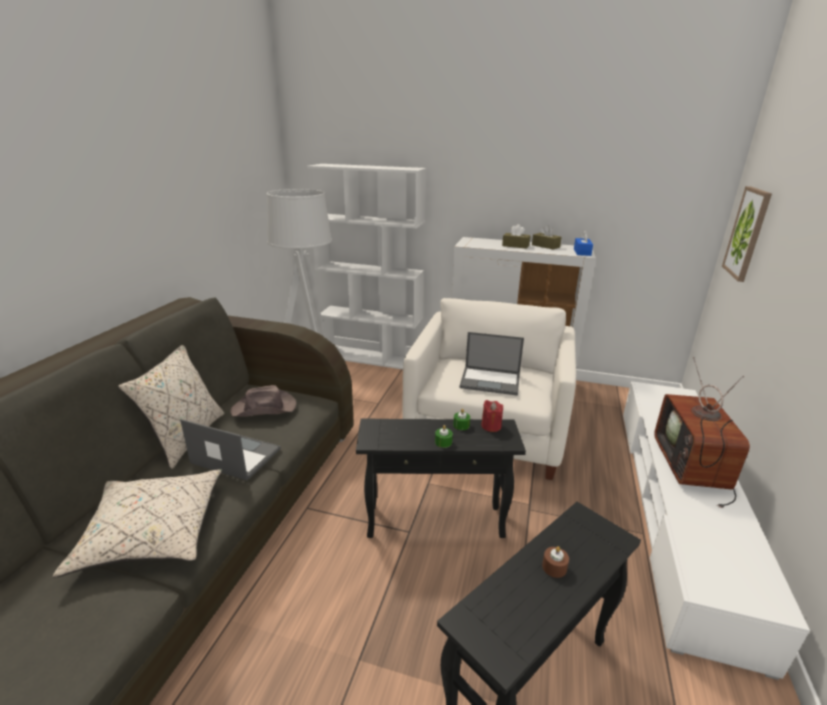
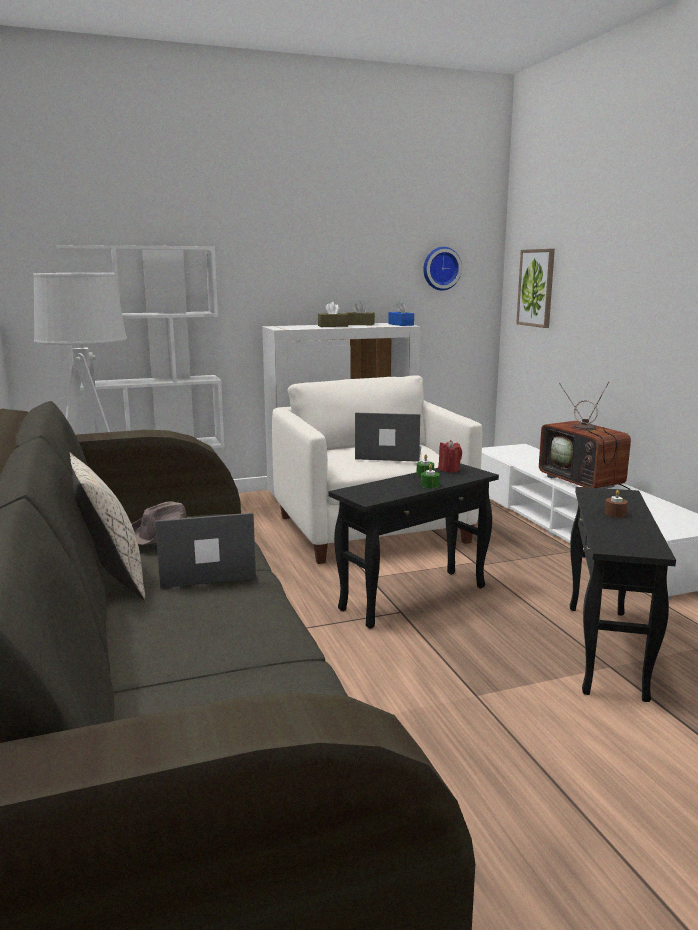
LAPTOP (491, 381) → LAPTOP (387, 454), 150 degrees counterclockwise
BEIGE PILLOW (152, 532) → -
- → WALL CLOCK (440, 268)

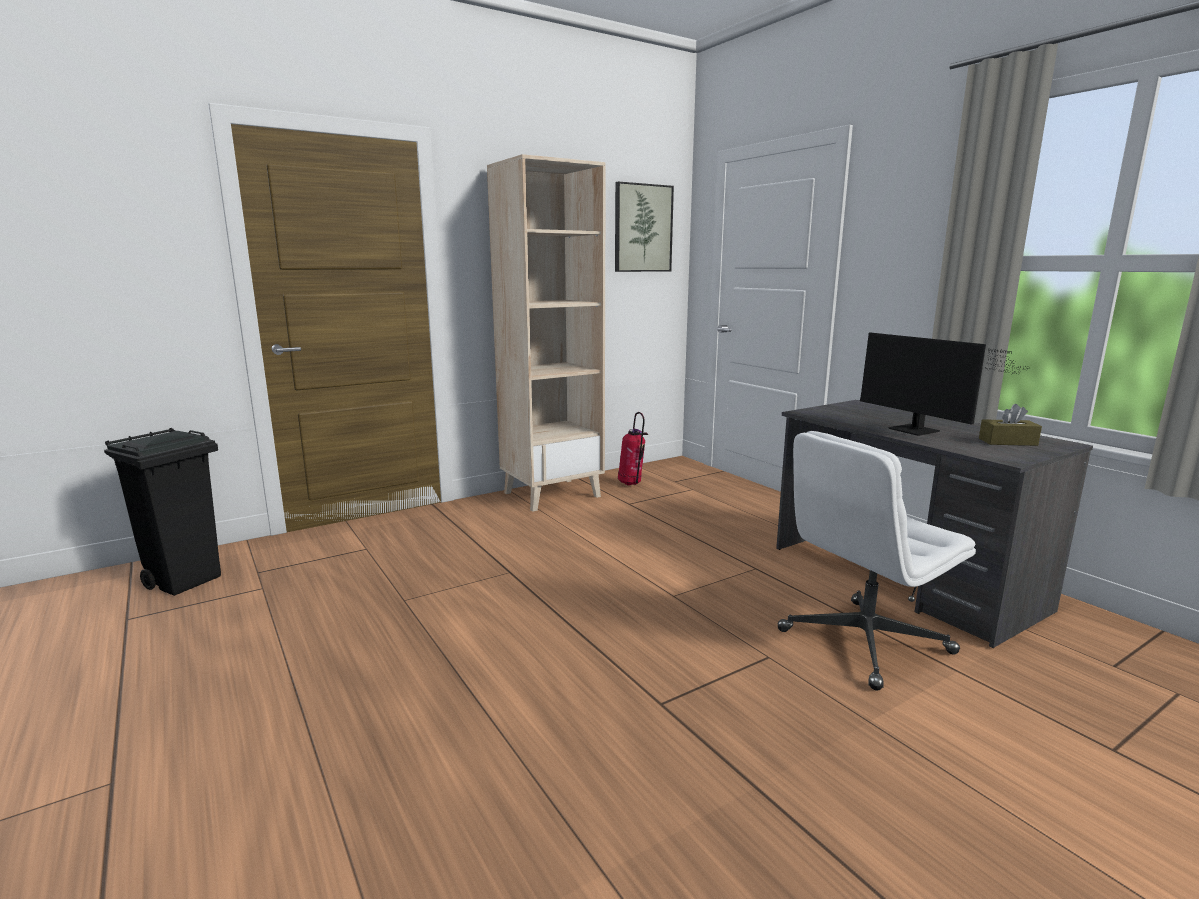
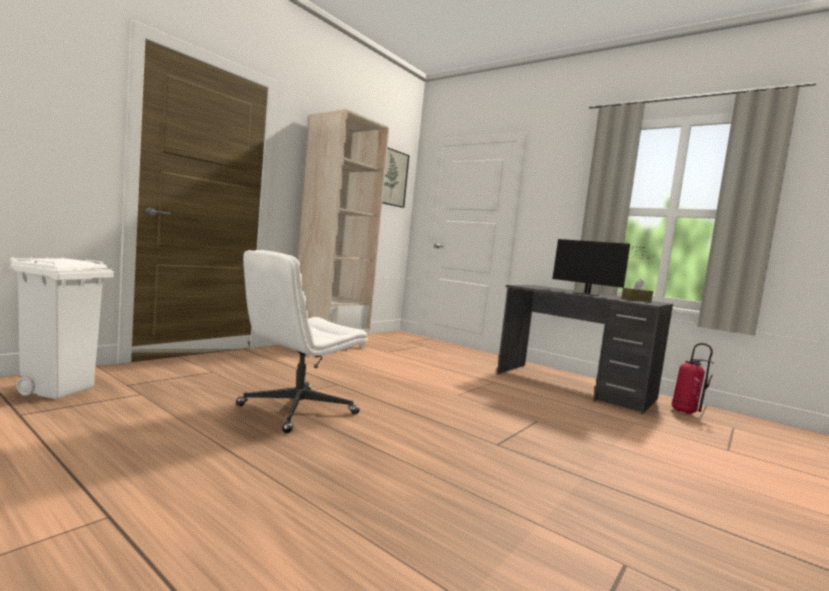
FIRE EXTINGUISHER (631, 484) → FIRE EXTINGUISHER (685, 412), relocated
BLACK TRASH CAN (186, 581) → WHITE TRASH CAN (60, 390)
WHITE OFFICE CHAIR (863, 643) → WHITE OFFICE CHAIR (296, 410), relocated

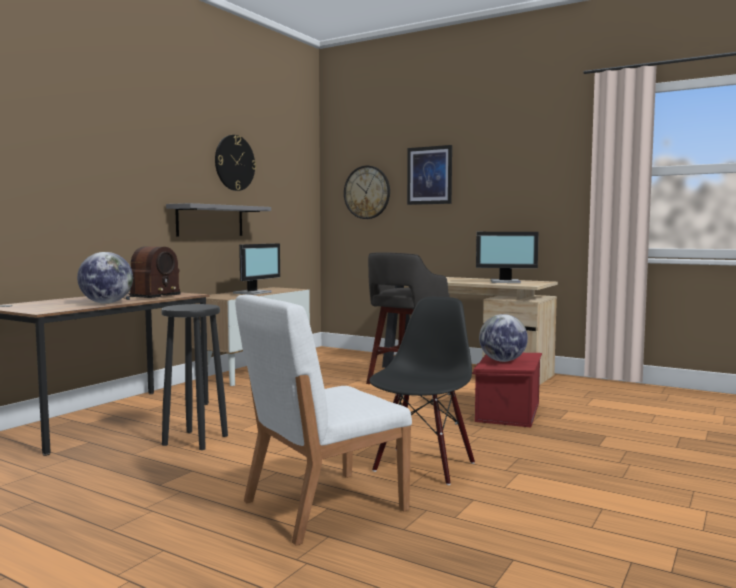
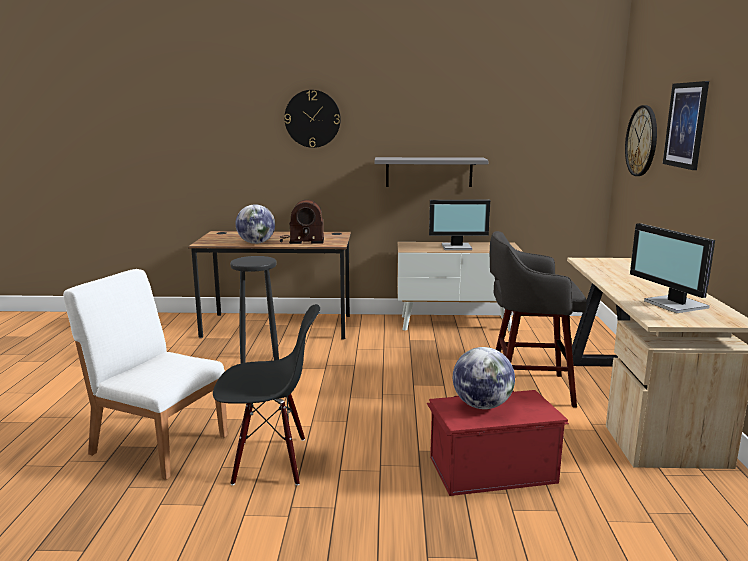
WALL CLOCK (234, 163) → WALL CLOCK (312, 119), relocated

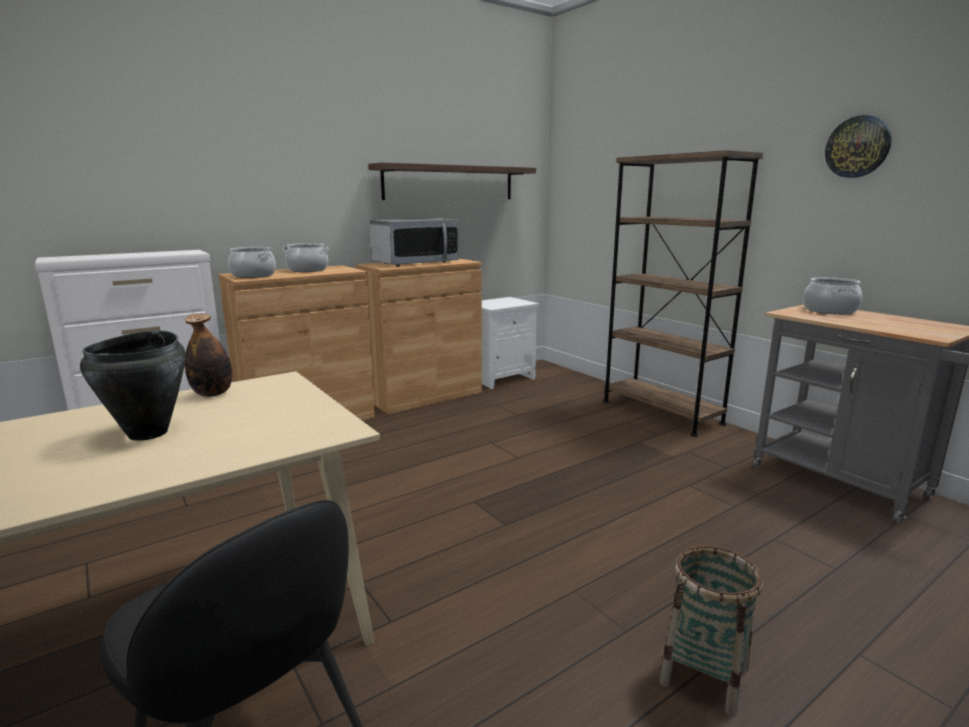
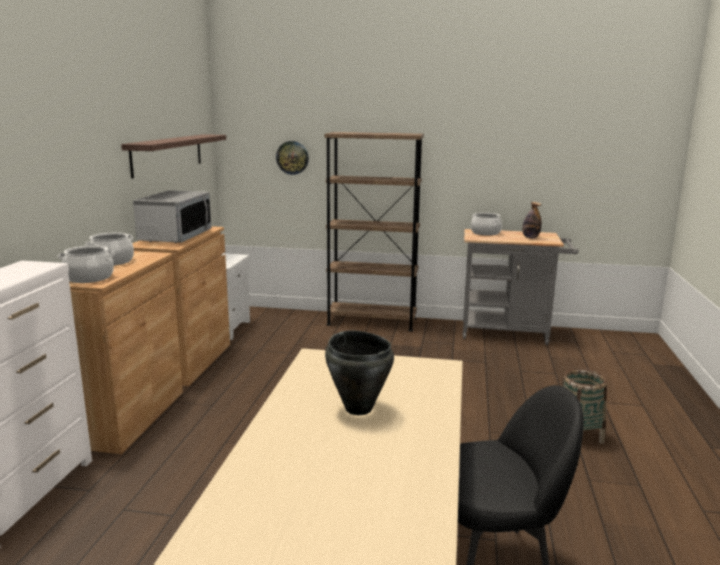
WALL CLOCK (857, 147) → WALL CLOCK (292, 157), relocated
BOTTLE (212, 394) → BOTTLE (530, 237), relocated

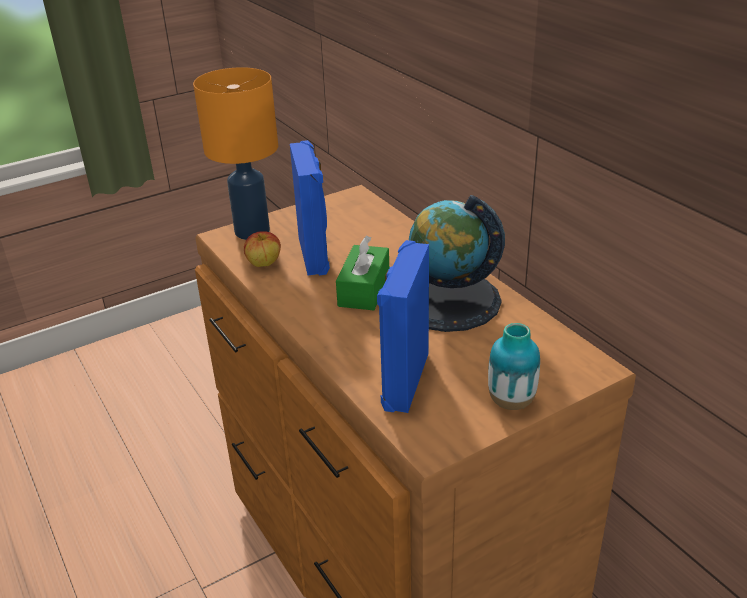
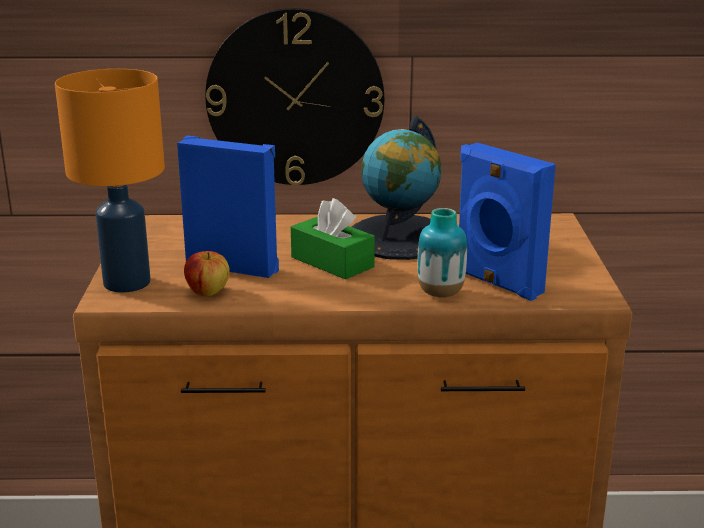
VASE (511, 401) → VASE (440, 293), relocated
- → WALL CLOCK (295, 98)

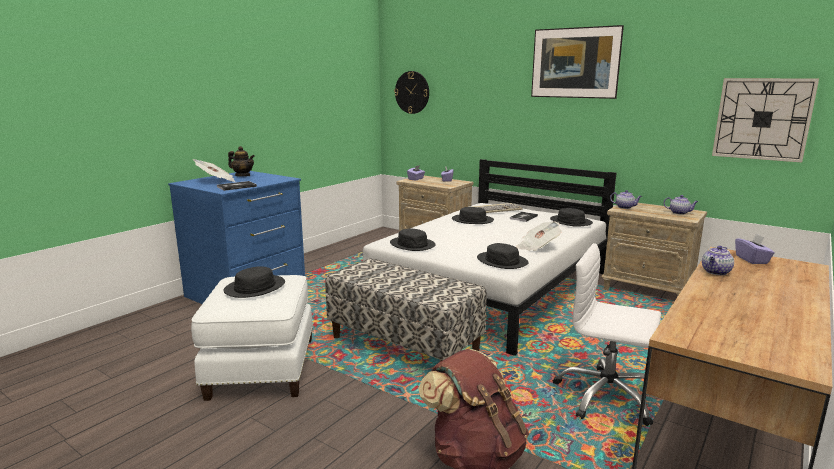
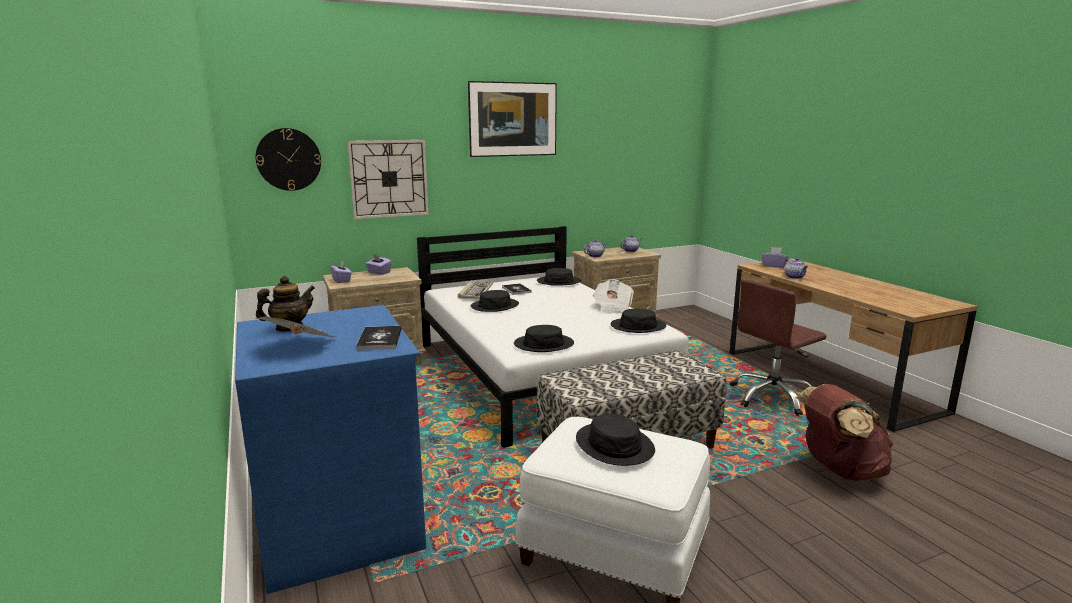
WALL CLOCK (762, 119) → WALL CLOCK (389, 178), relocated
WHITE OFFICE CHAIR (606, 396) → BROWN OFFICE CHAIR (772, 397)

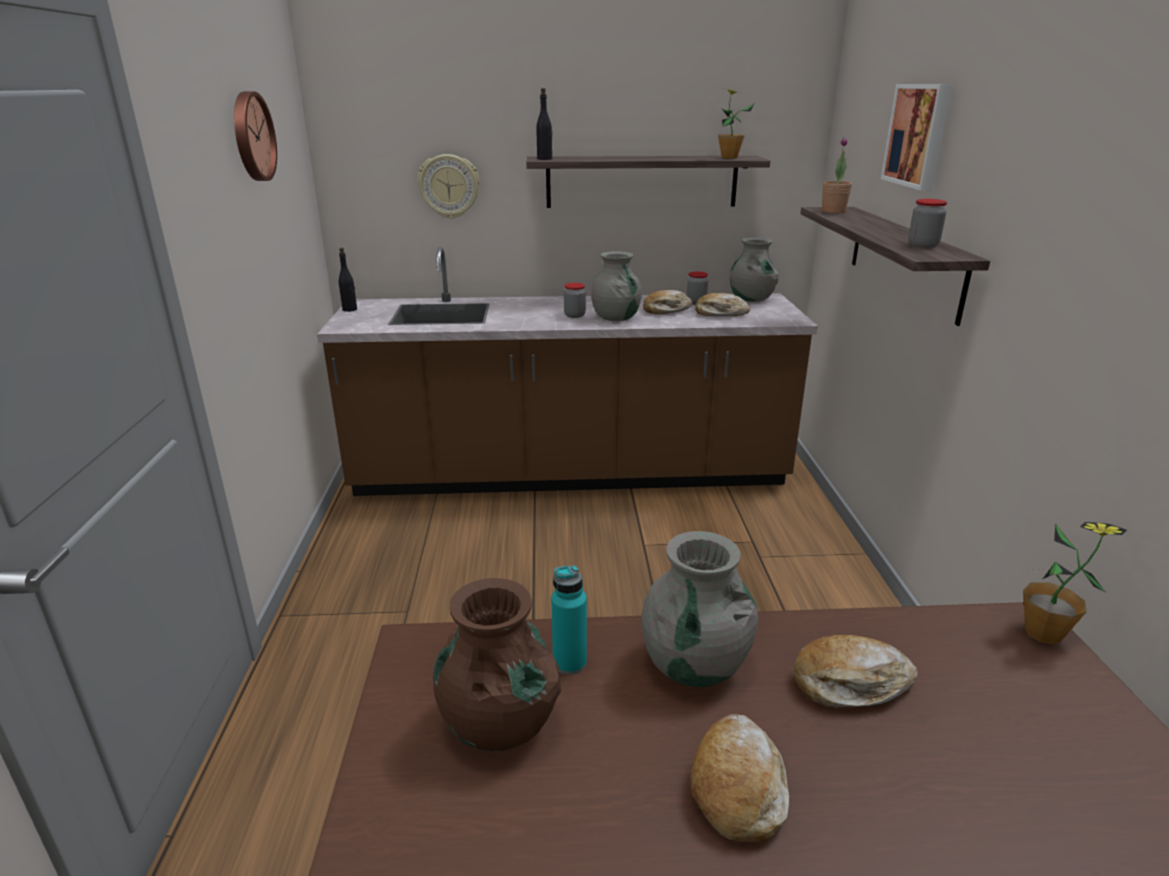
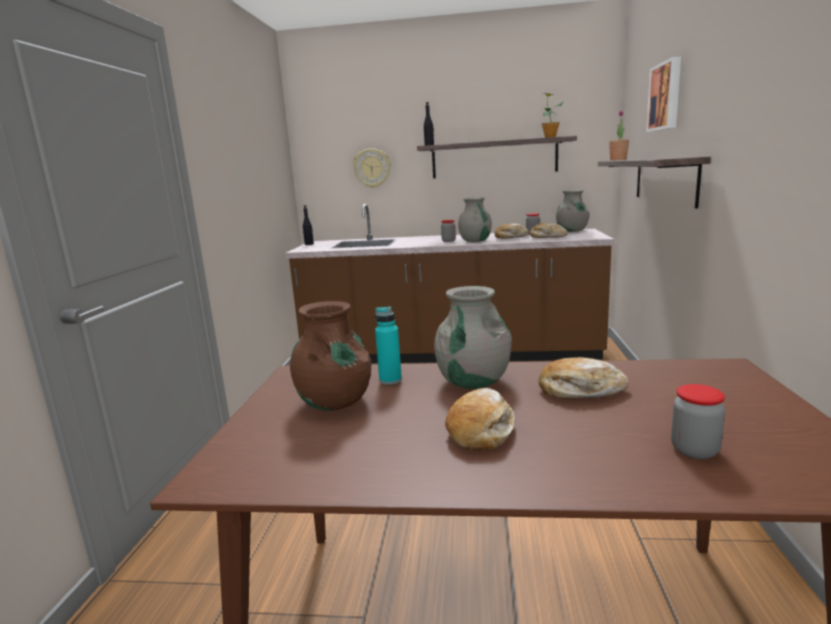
WALL CLOCK (251, 137) → -
JAR (923, 245) → JAR (694, 450), relocated
POTTED PLANT (1043, 633) → -

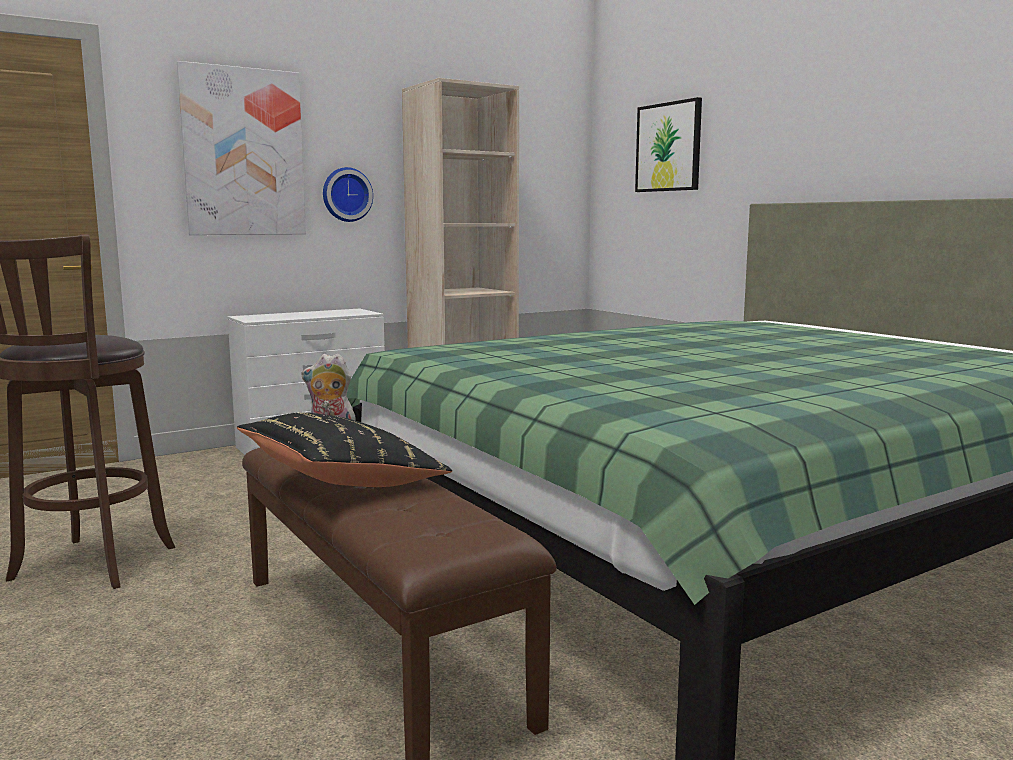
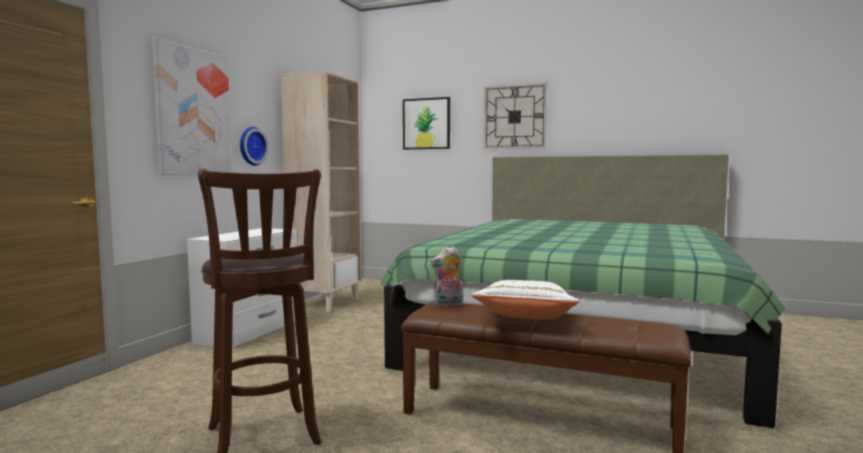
BLACK PILLOW (343, 482) → WHITE PILLOW (526, 320)
- → WALL CLOCK (514, 117)

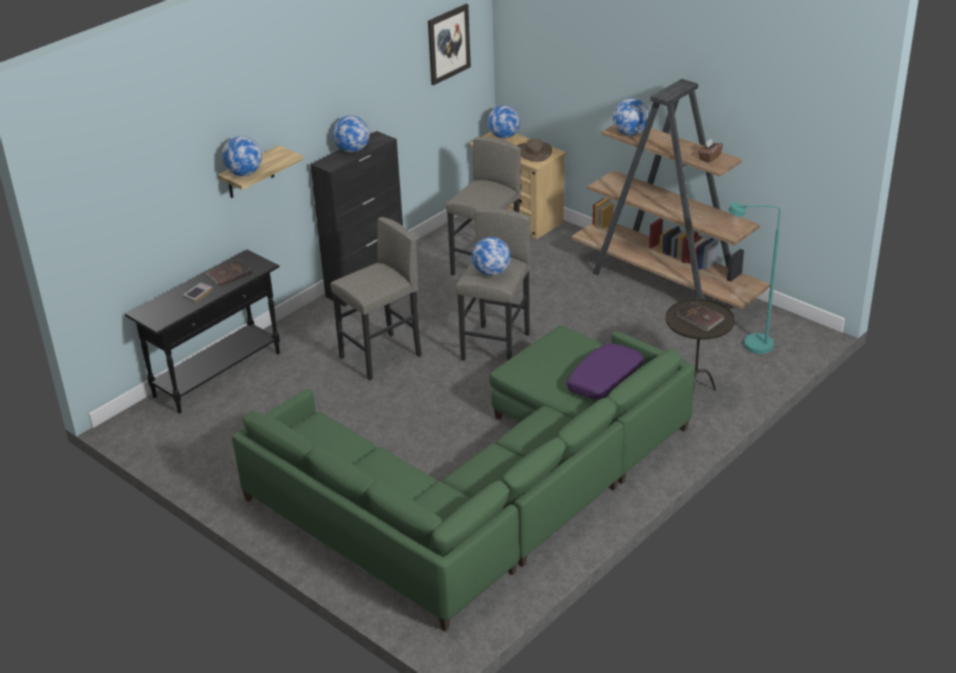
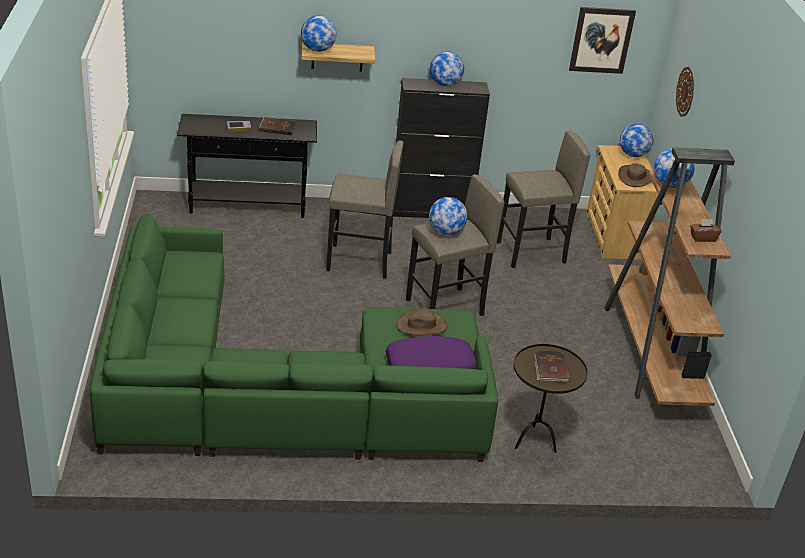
TURQUOISE FLOOR LAMP (749, 346) → -
- → WALL CLOCK (685, 91)
- → BROWN HAT (421, 325)

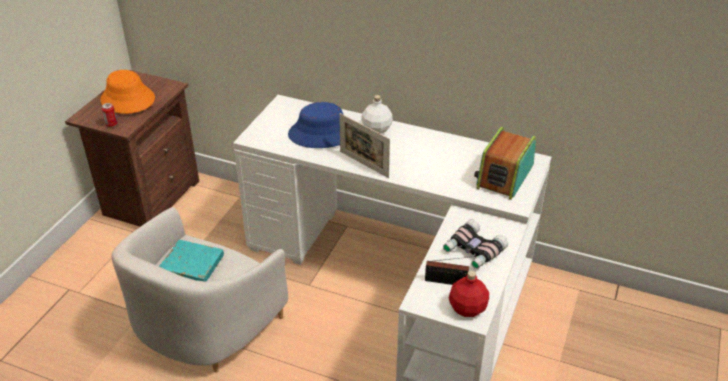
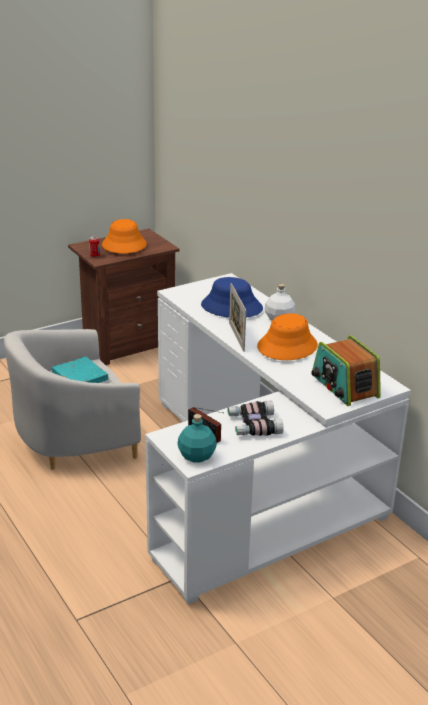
RADIO (504, 176) → RADIO (344, 386), 90 degrees counterclockwise
RED BOTTLE (467, 308) → TURQUOISE BOTTLE (197, 456)
- → ORANGE HAT (287, 346)

